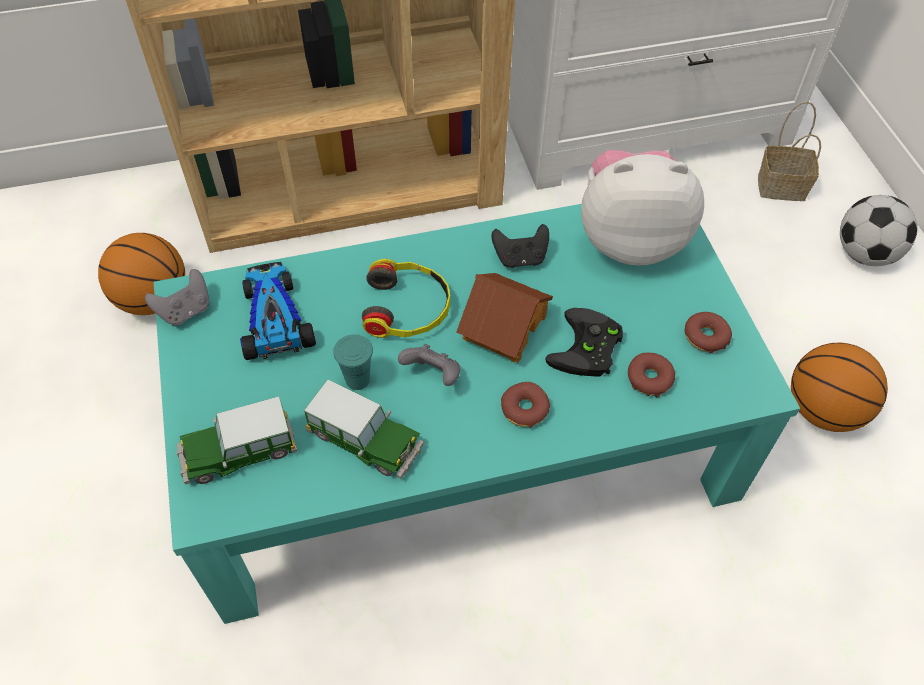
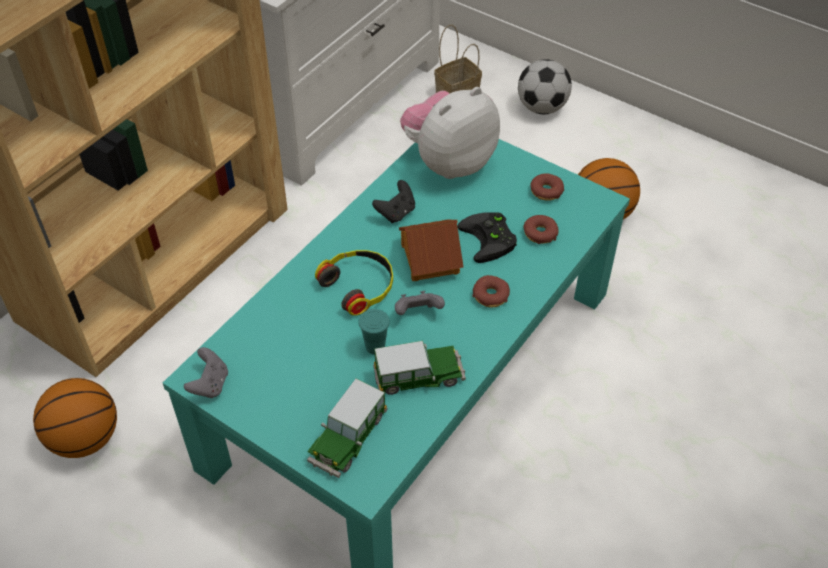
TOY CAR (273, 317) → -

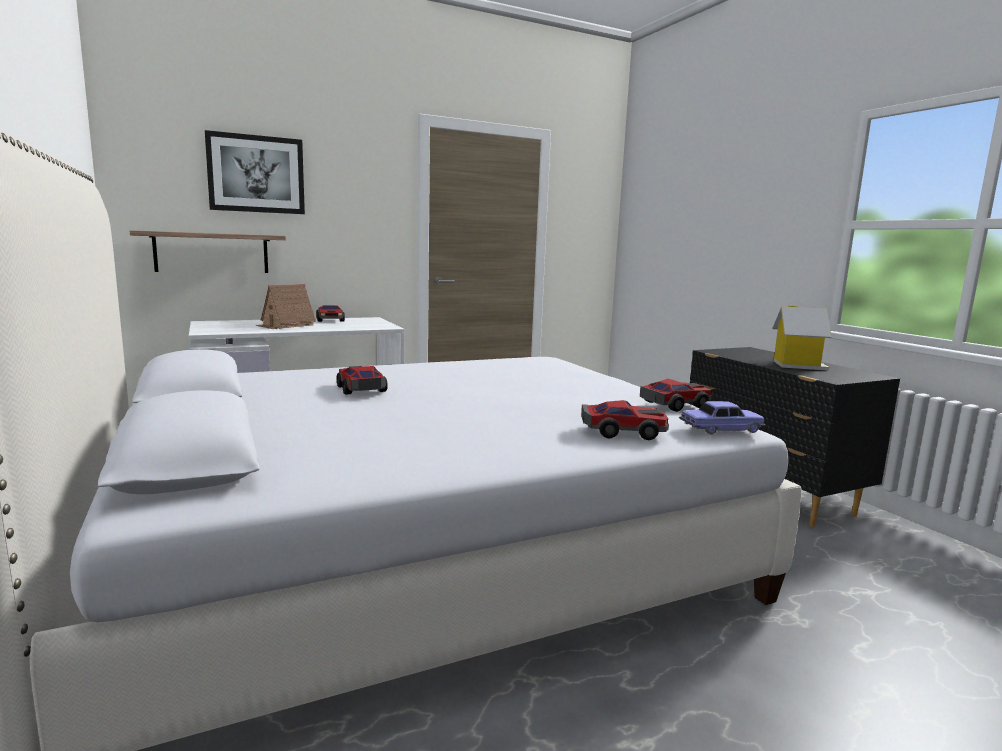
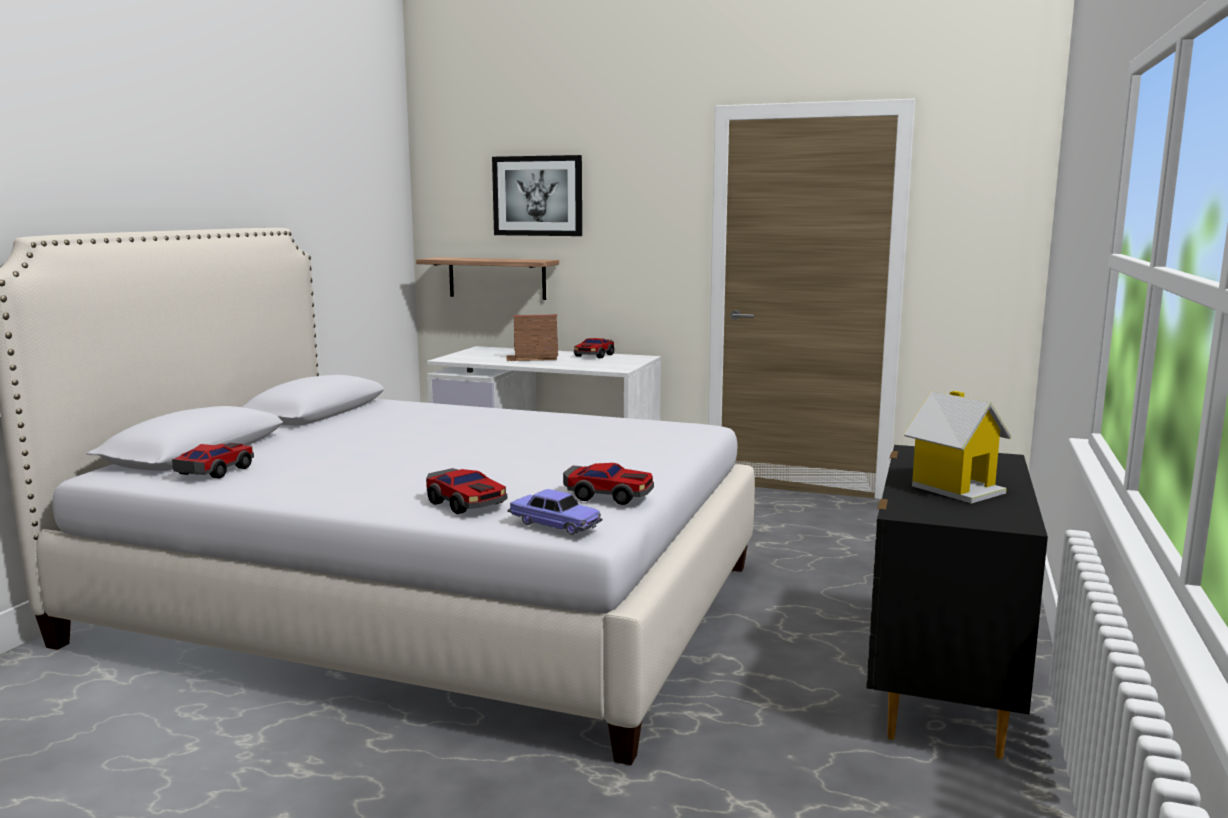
TOY CAR (361, 389) → TOY CAR (214, 471), relocated

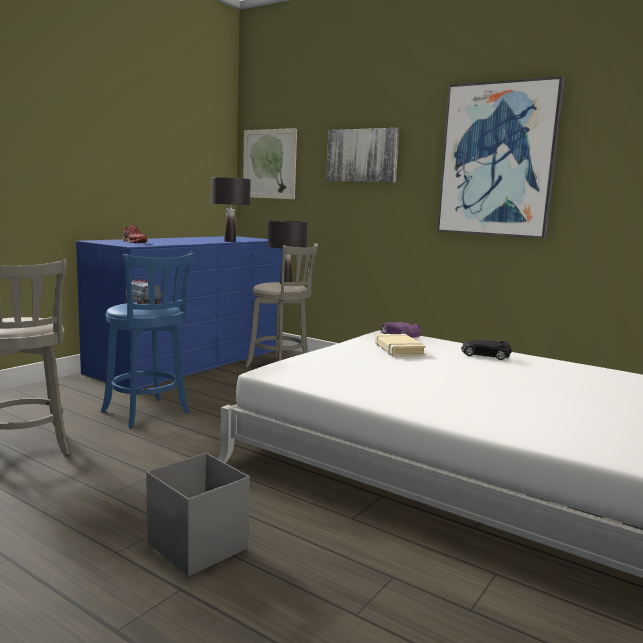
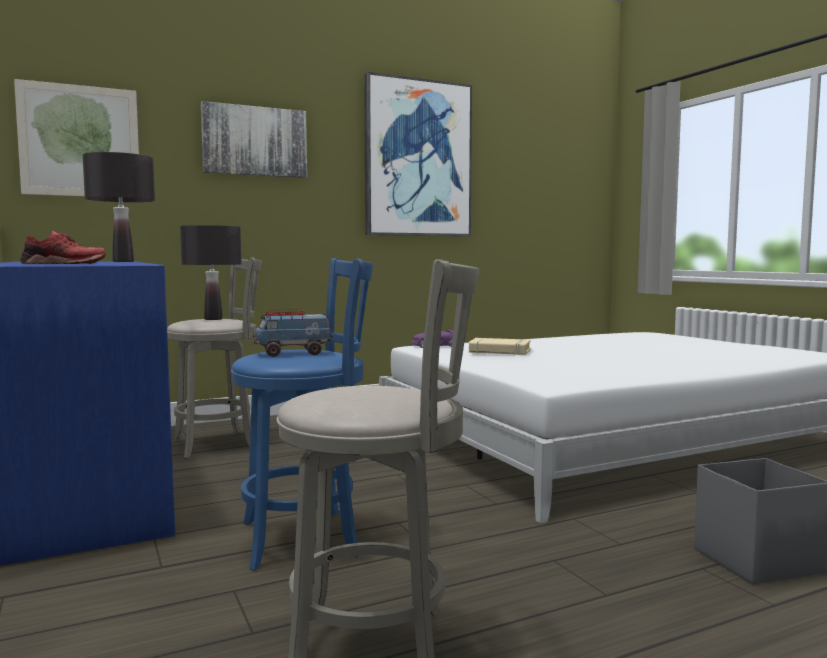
BLACK TOY CAR (485, 355) → -

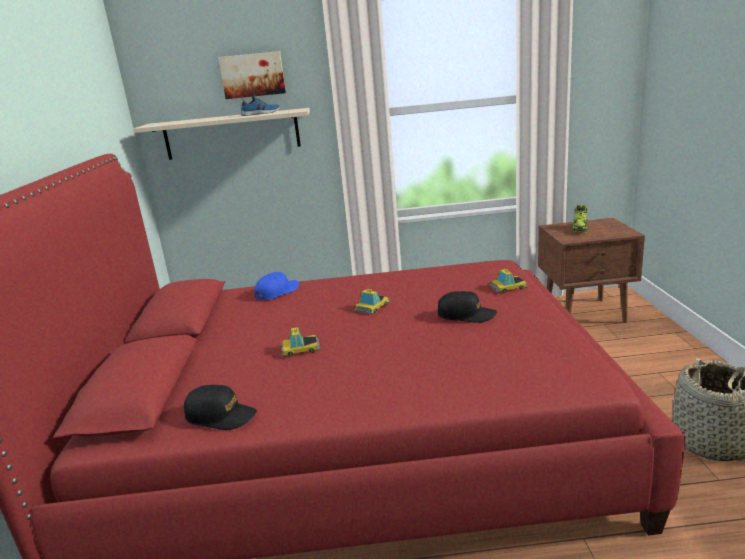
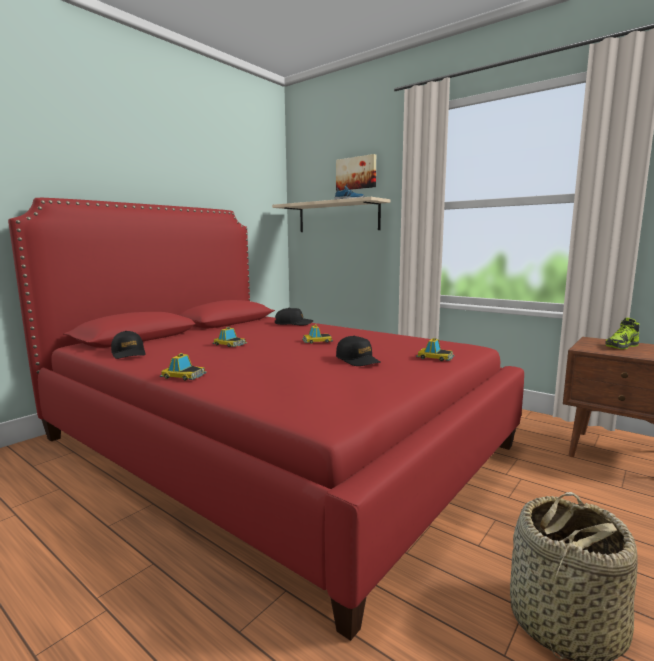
BLUE CAP (277, 292) → BLACK CAP (293, 323)
- → TOY CAR (183, 375)

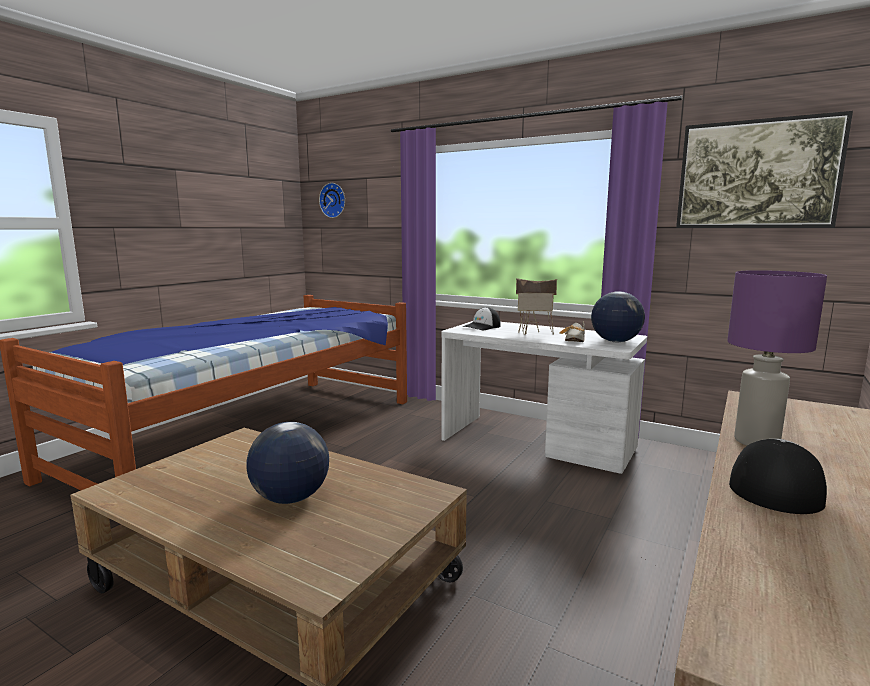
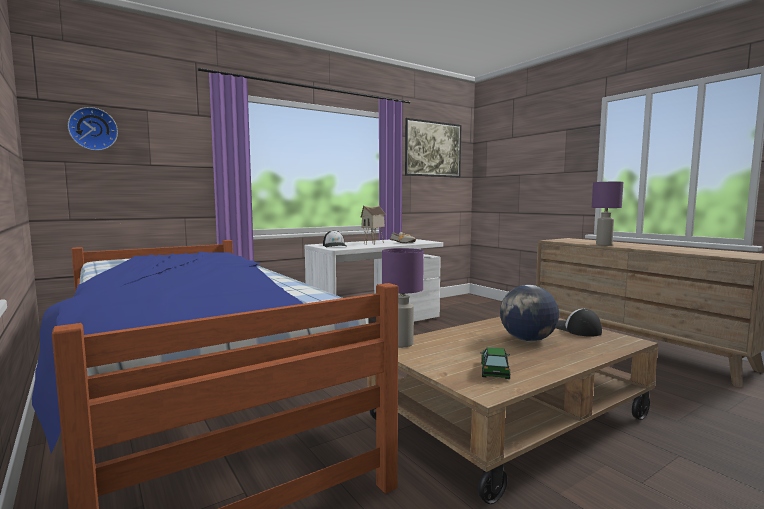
GLOBE (615, 341) → -
CAP (776, 485) → CAP (576, 329), relocated
- → PURPLE TABLE LAMP (401, 344)
- → TOY CAR (494, 370)

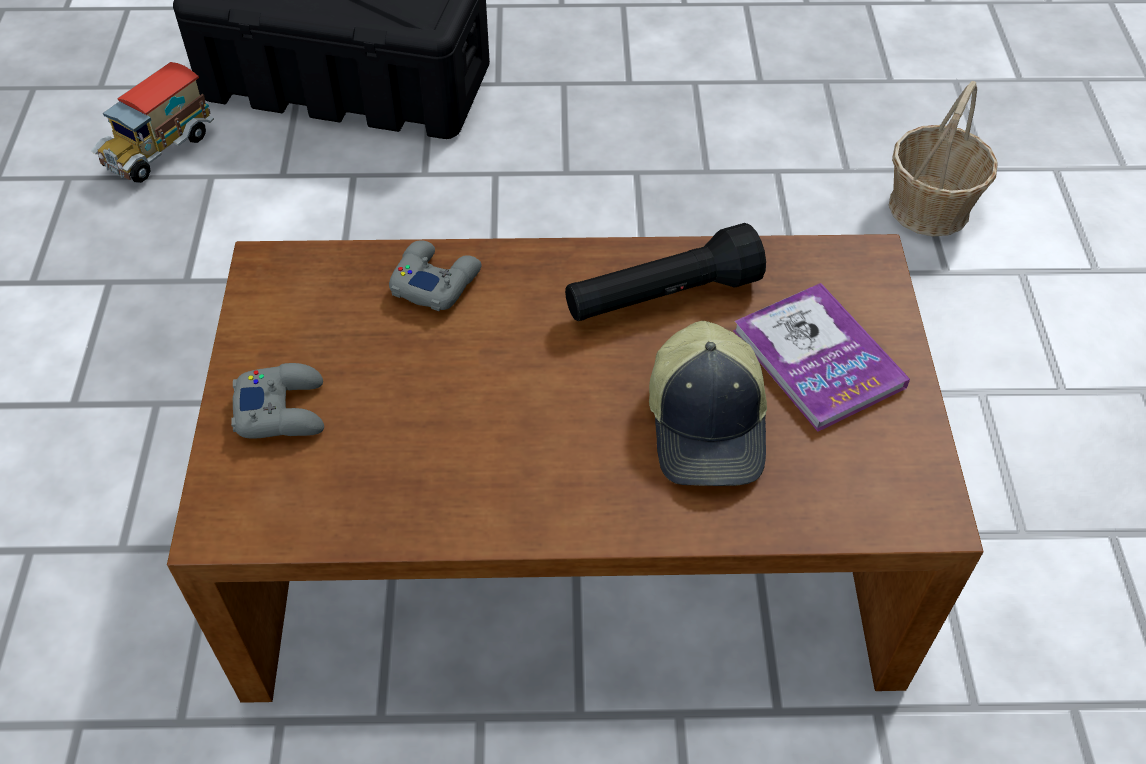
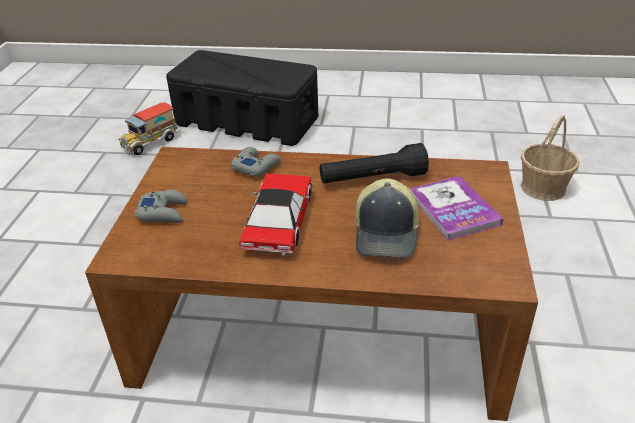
- → TOY CAR (279, 222)

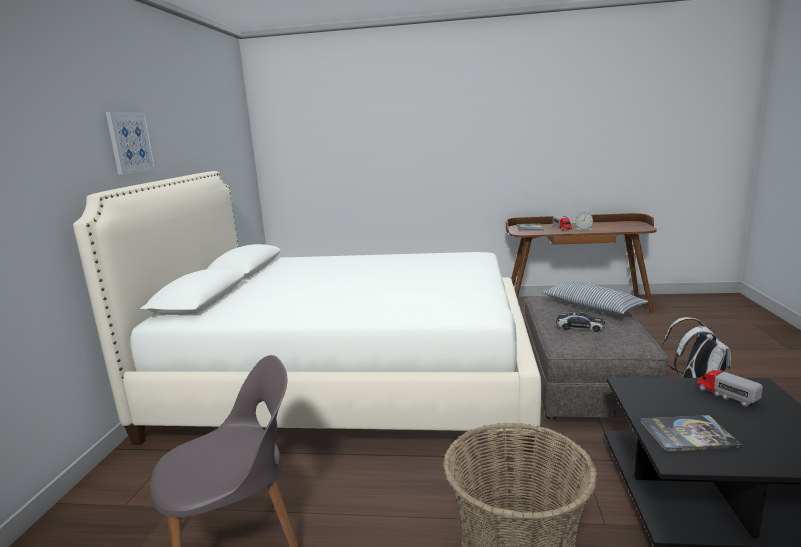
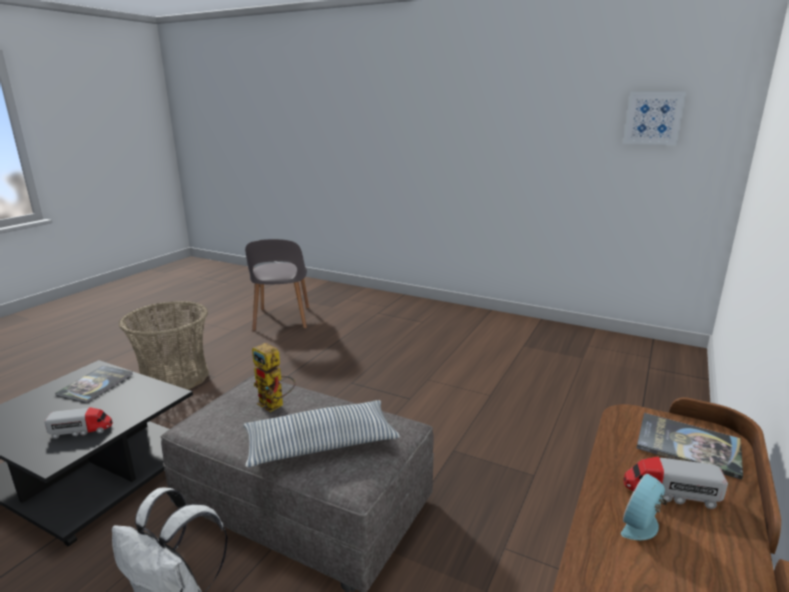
PICTURE (130, 142) → PICTURE (653, 118), relocated
WHITE BED (350, 379) → -
TOY CAR (580, 327) → TOY ROBOT (276, 405)

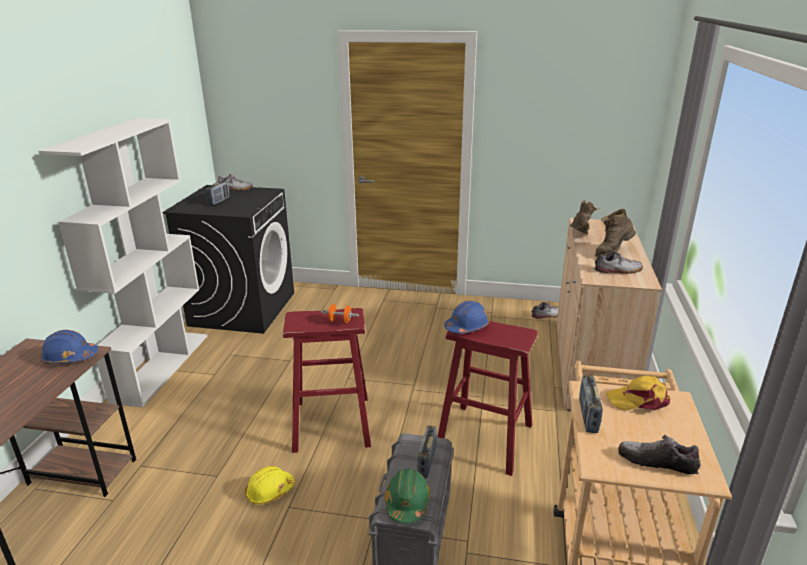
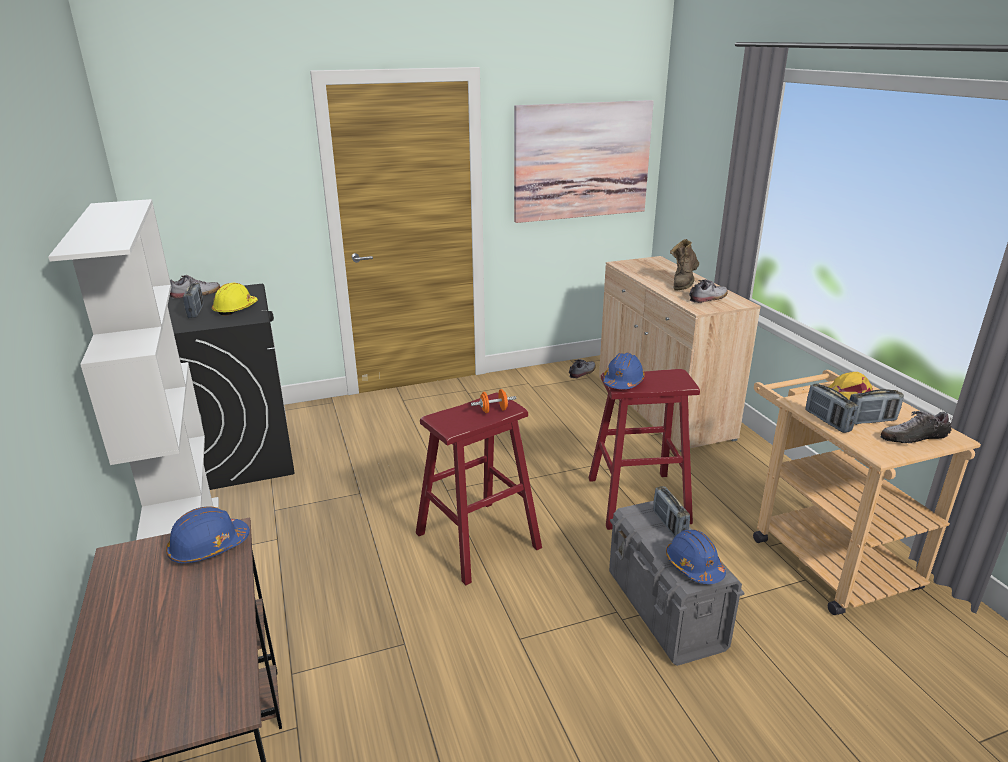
BROWN BOOT (579, 237) → -
YELLOW HARD HAT (269, 491) → YELLOW HARD HAT (235, 309), relocated
GREEN HARD HAT (407, 503) → BLUE HARD HAT (694, 566)
- → PICTURE (582, 161)
- → RADIO (870, 421)

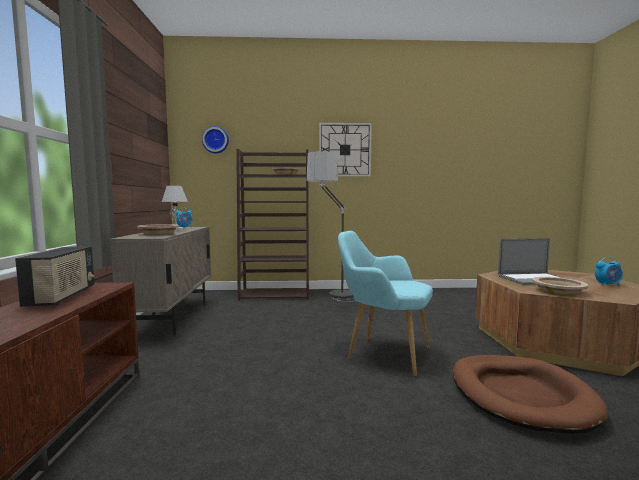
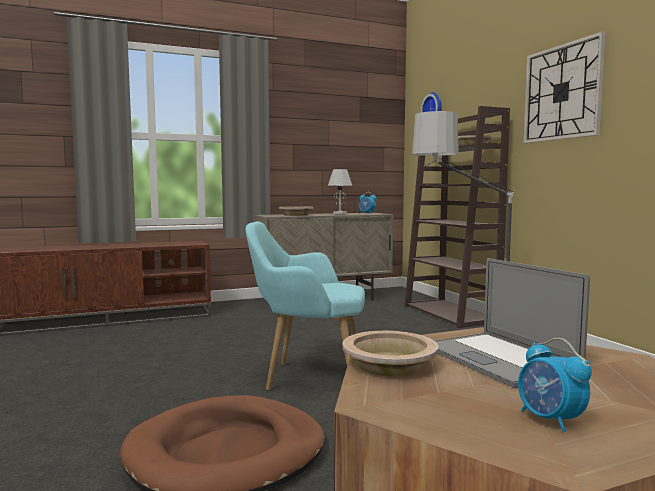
TURQUOISE ARMCHAIR (383, 353) → TURQUOISE ARMCHAIR (308, 377), 90 degrees counterclockwise
RADIO (62, 297) → -

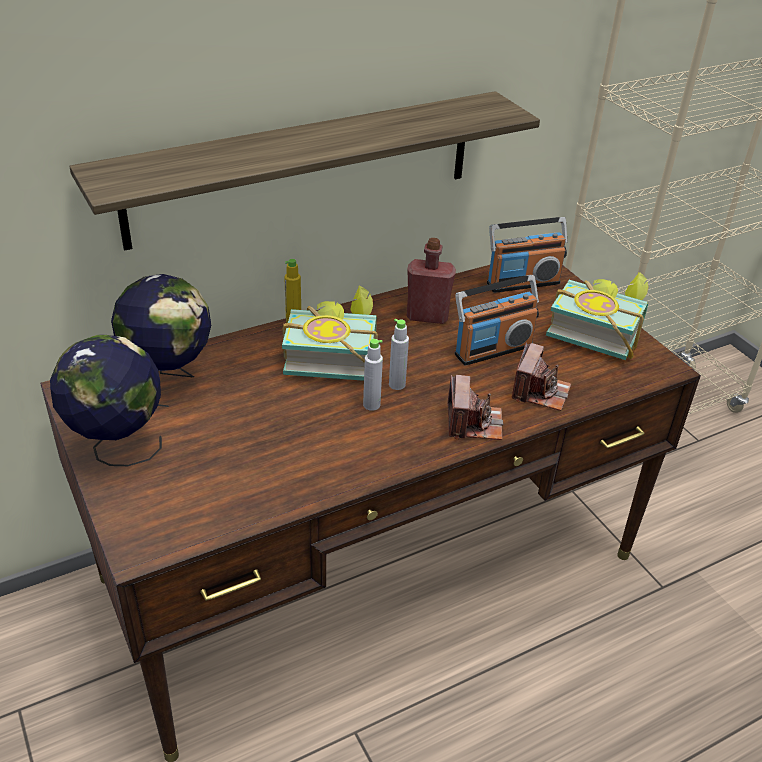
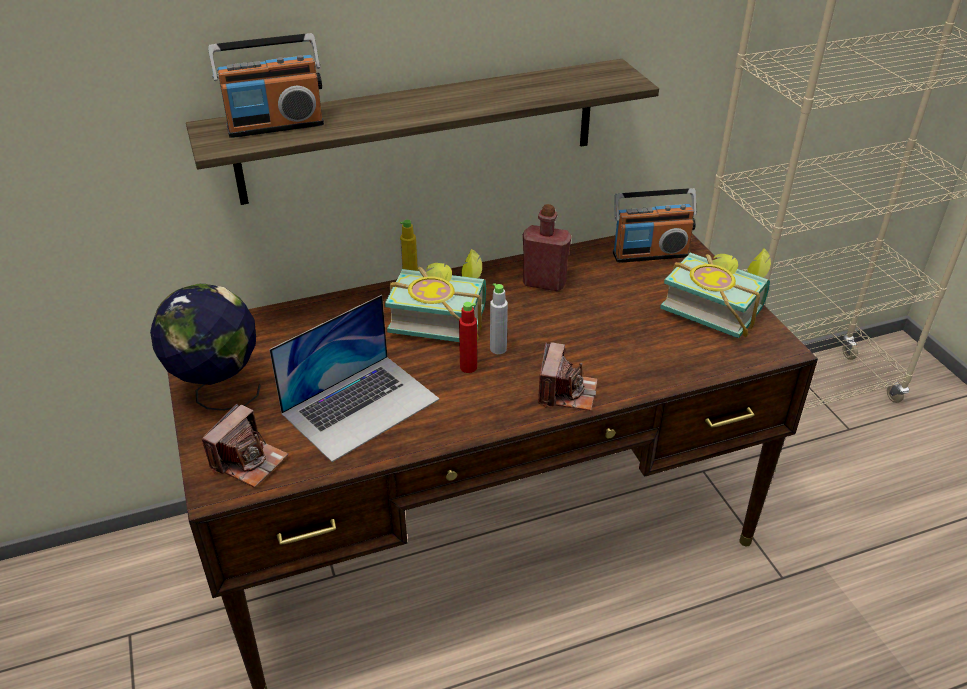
GLOBE (170, 380) → -
RADIO (493, 349) → RADIO (275, 126), relocated
GREY BOTTLE (371, 405) → RED BOTTLE (468, 367)
PHOTO CAMERA (539, 392) → PHOTO CAMERA (249, 461), relocated
- → LAPTOP (361, 406)

